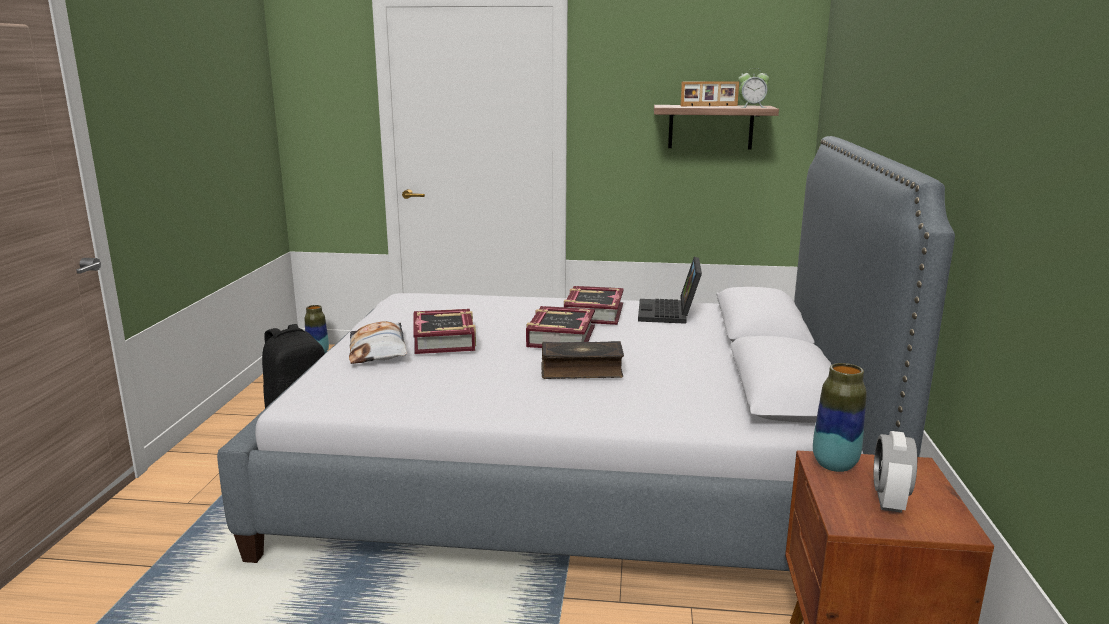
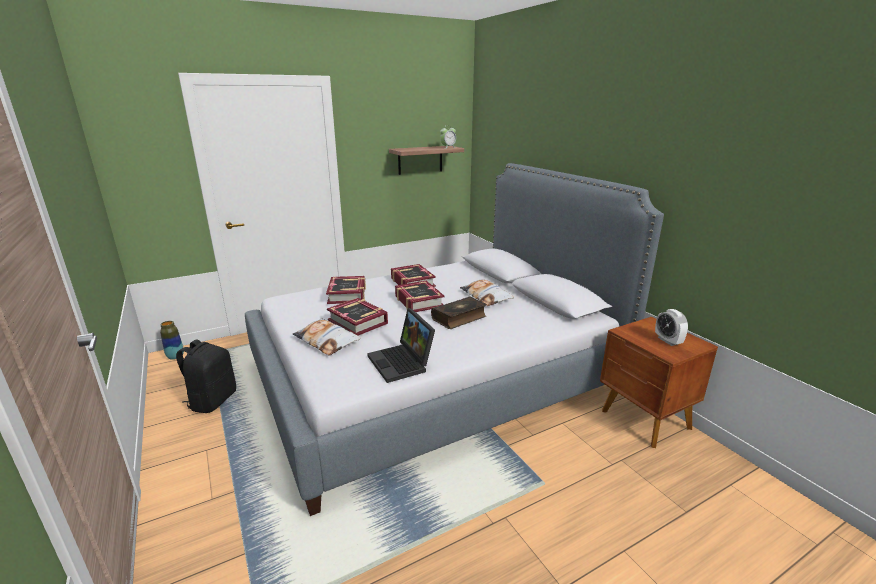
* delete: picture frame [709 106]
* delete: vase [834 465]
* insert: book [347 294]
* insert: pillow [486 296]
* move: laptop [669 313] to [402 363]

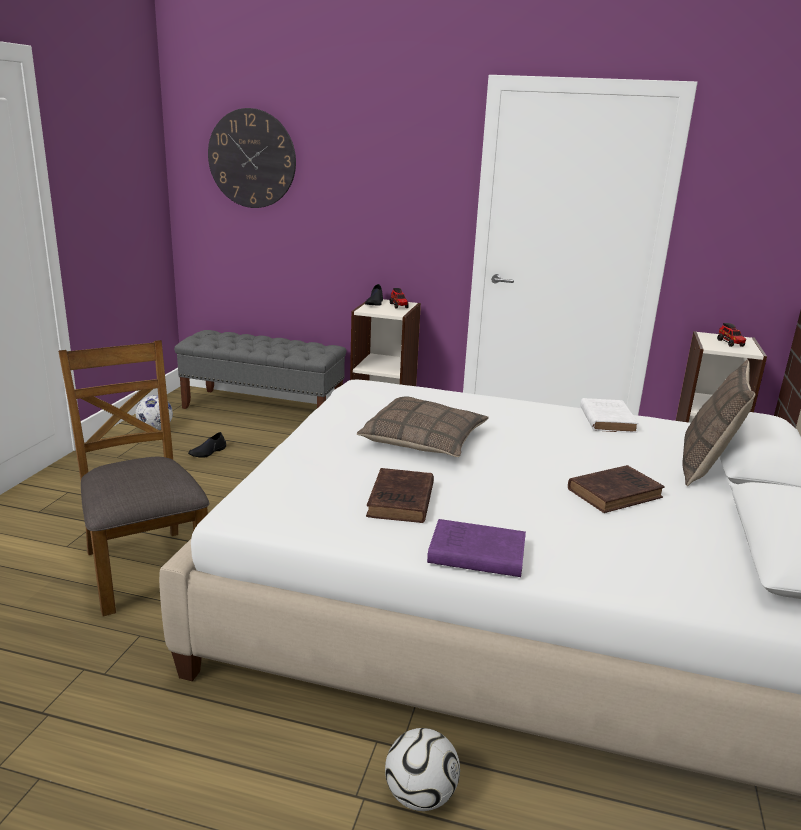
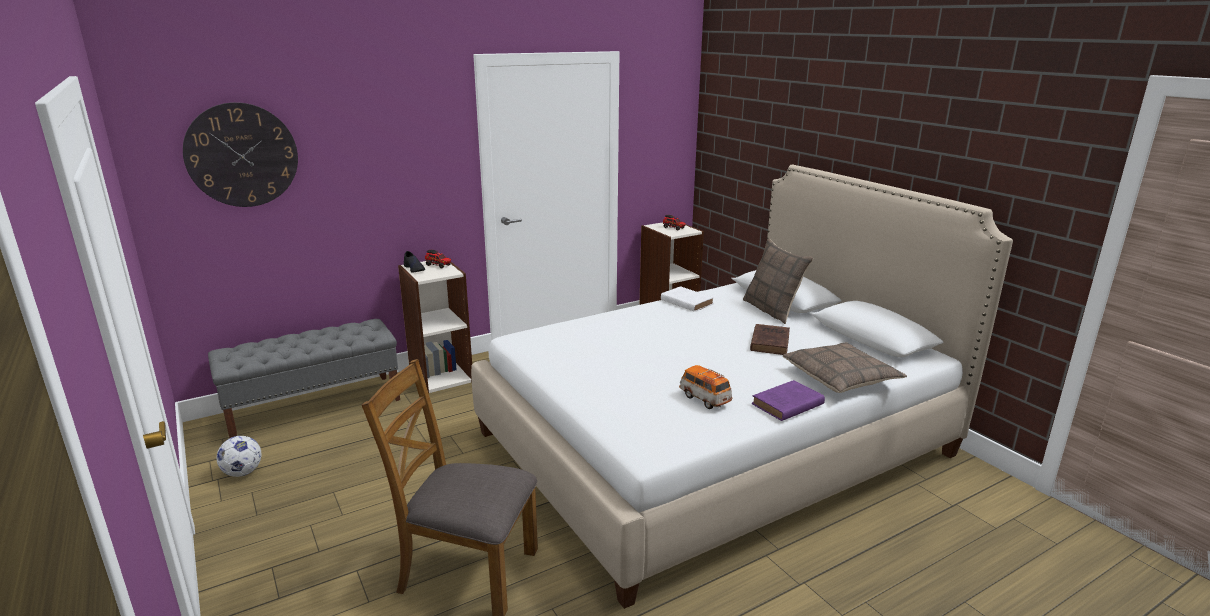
* delete: shoe/black [208 452]
* delete: football [420 796]
* move: pillow [424 440] to [841 377]
* replace: book/brown [400 501] to toy car [704 399]

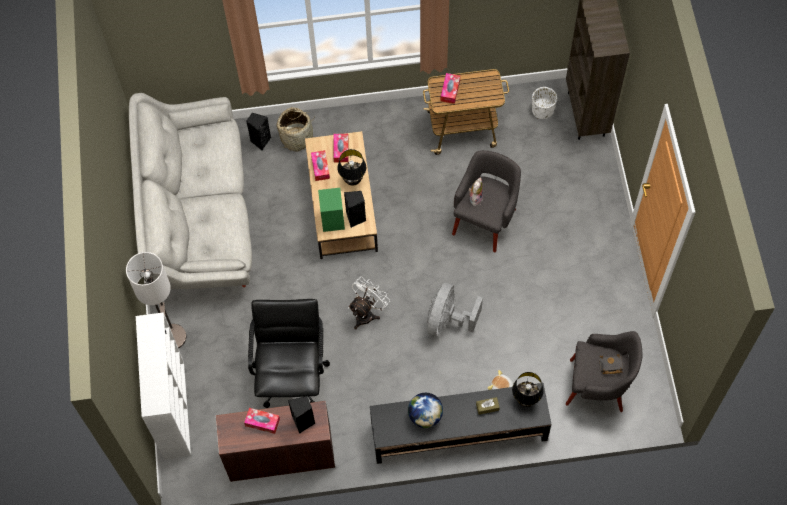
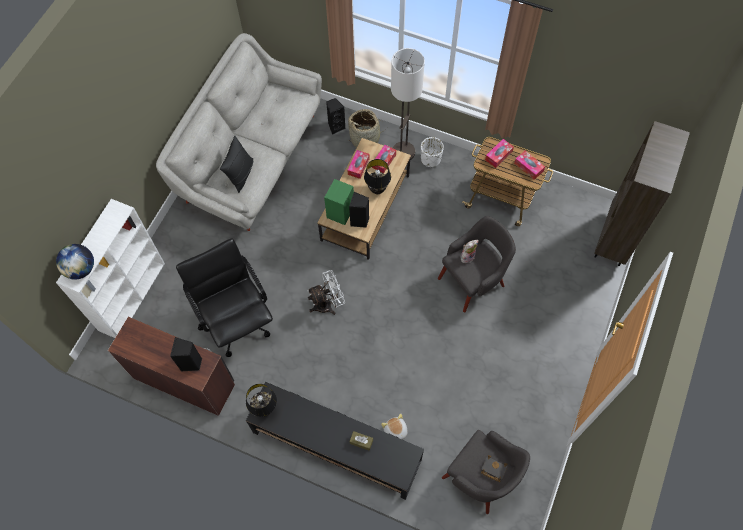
* delete: fan/grey [447 320]
* insert: pillow/black [240 174]
* move: floor lamp [172 337] to [403 152]
* move: tissue box [262 422] to [528 167]
* move: globe [425 416] to [81 269]
* move: table lamp/black [525 399] to [264 408]
* move: planter/white [542 110] to [431 159]
* rotate: office chair/black [291 375] = [236 320] 60 degrees counterclockwise

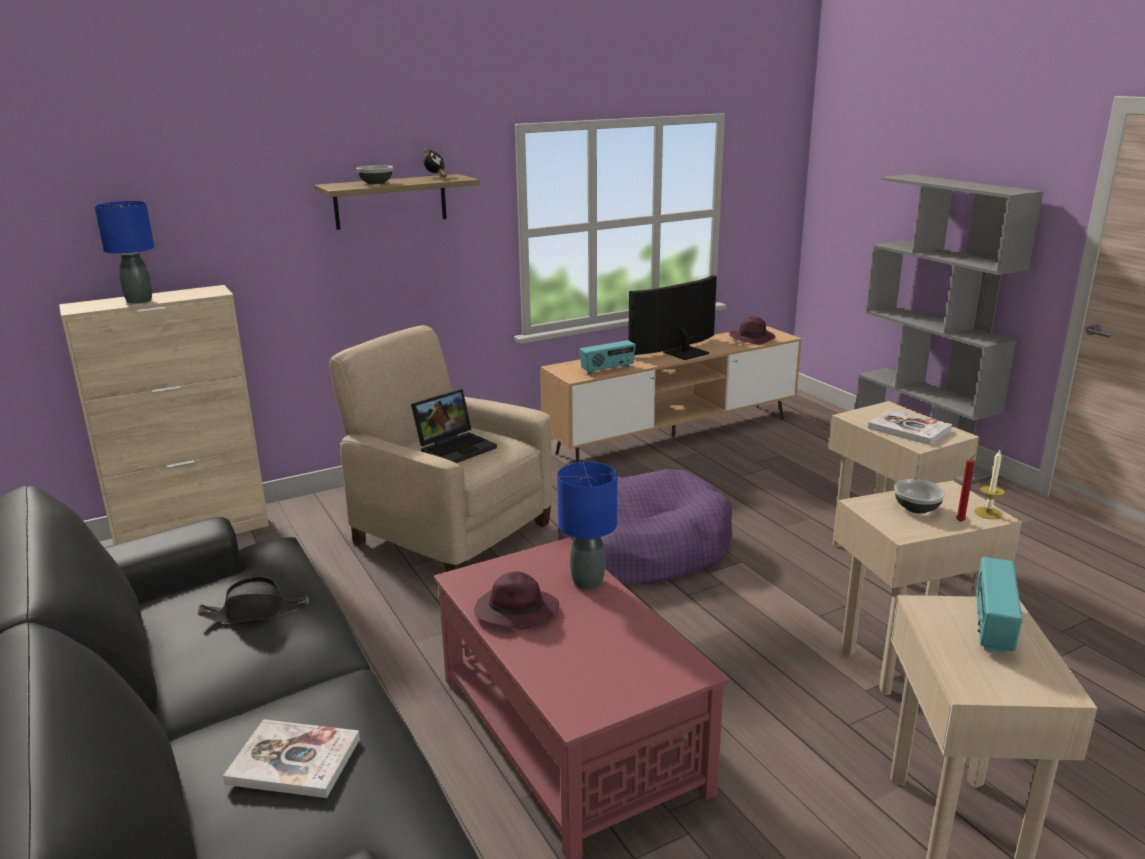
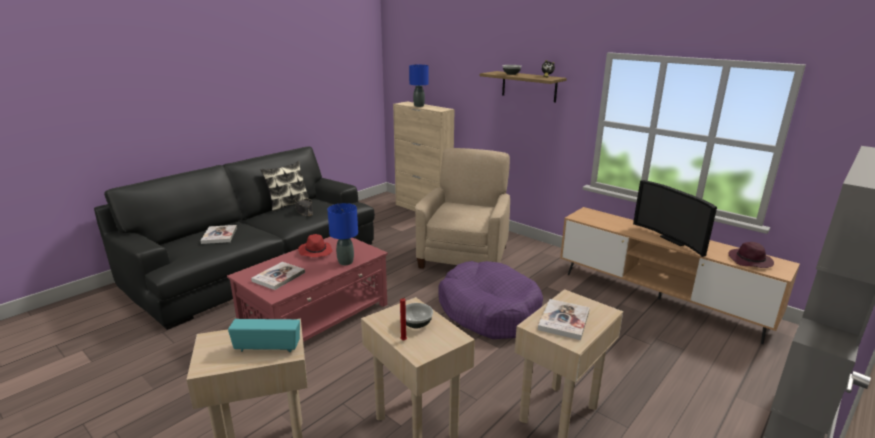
* delete: laptop [456 447]
* delete: radio [607 369]
* delete: candle [988 513]
* insert: book [278 277]
* insert: pillow [288 204]
* recolor: hat/purple [515 612] to hat/red [315 252]
* rotate: television [682 351] = [674 239] 150 degrees counterclockwise

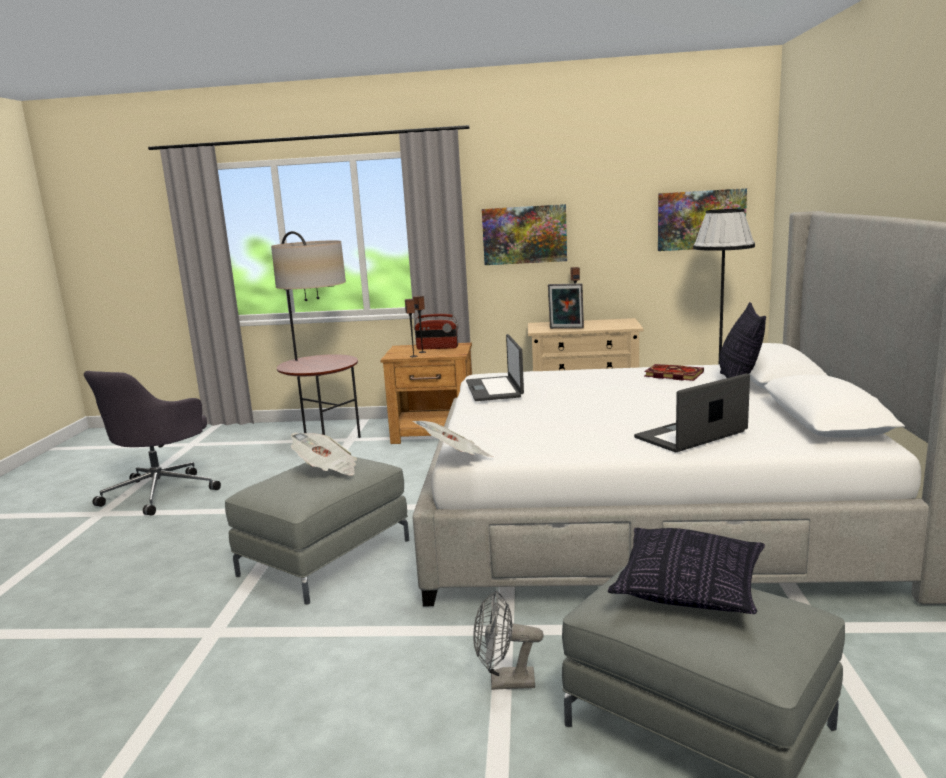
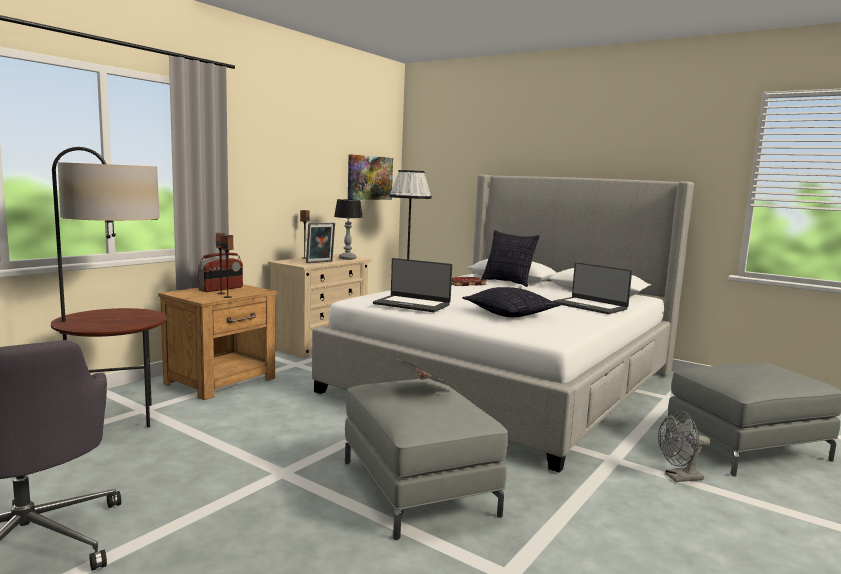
* delete: newspaper [455 458]
* delete: picture [524 234]
* insert: table lamp [347 258]
* move: pillow [688 589] to [510 314]
* rotate: fan/grey [504 682] = [679 478] 45 degrees clockwise
* rotate: laptop [692 435] = [590 306] 45 degrees counterclockwise

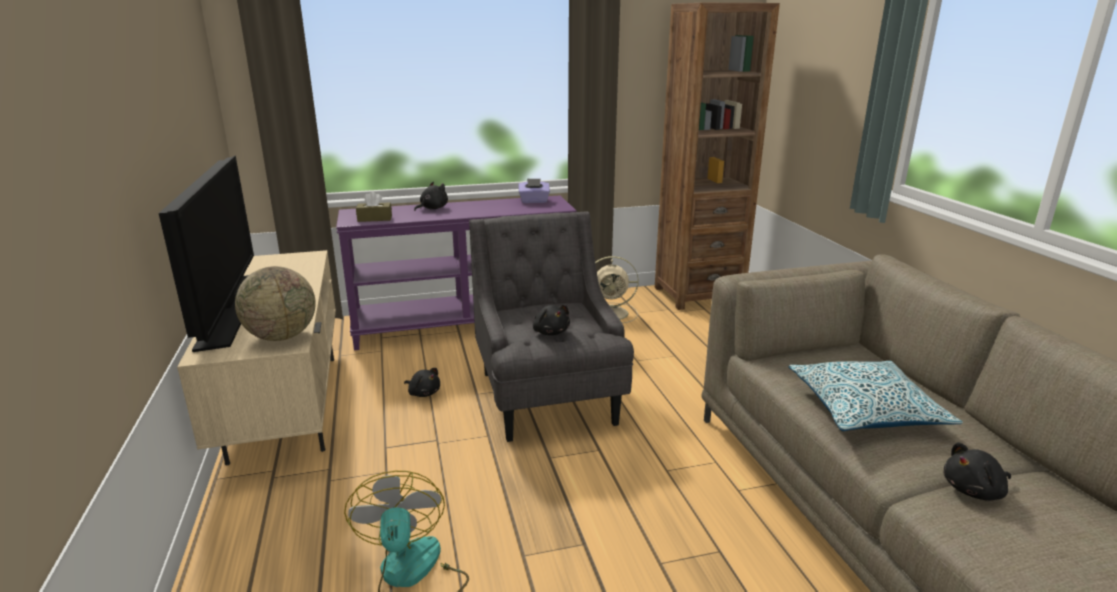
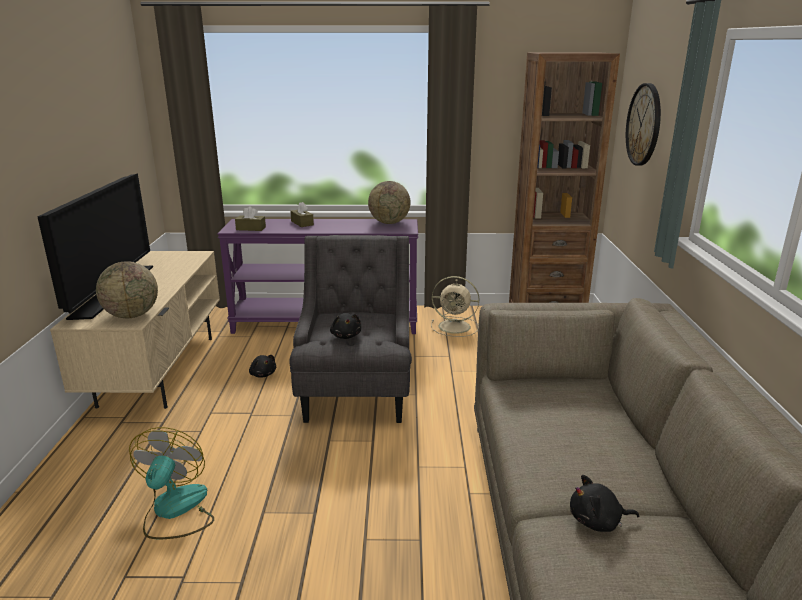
* delete: pillow [865 409]
* insert: wall clock [644 125]
* replace: plush toy/black [432 208] to tissue box/brown [302 223]
* replace: tissue box/purple [534 201] to globe [389 223]

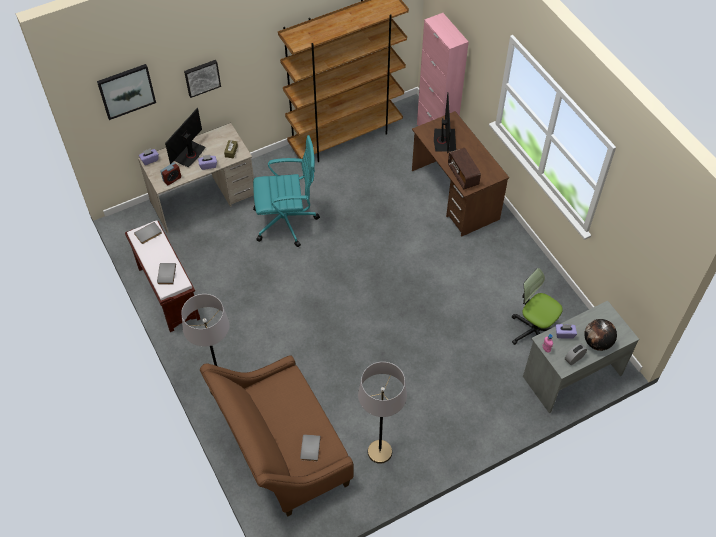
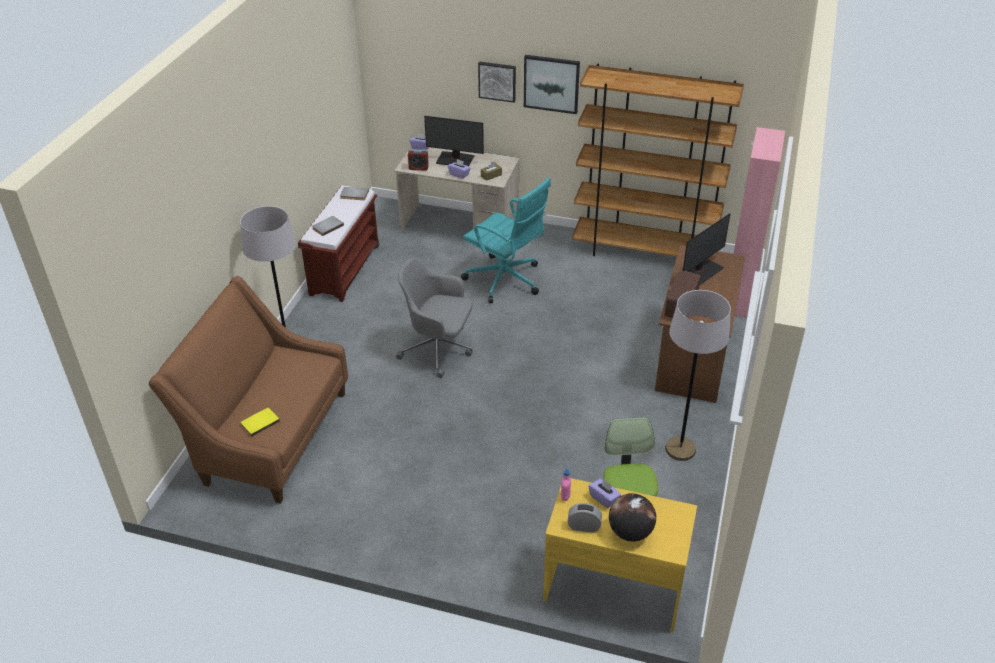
* insert: office chair/grey [438 349]
* move: picture [126 91] to [551 83]
* move: floor lamp/grey [379 452] to [680 449]
* recolor: book/grey [309 448] to book/yellow [259 422]
* recolor: desk/grey [571 375] to desk/yellow [614 586]
* rotate: monitor [189 154] = [455 159] 150 degrees counterclockwise

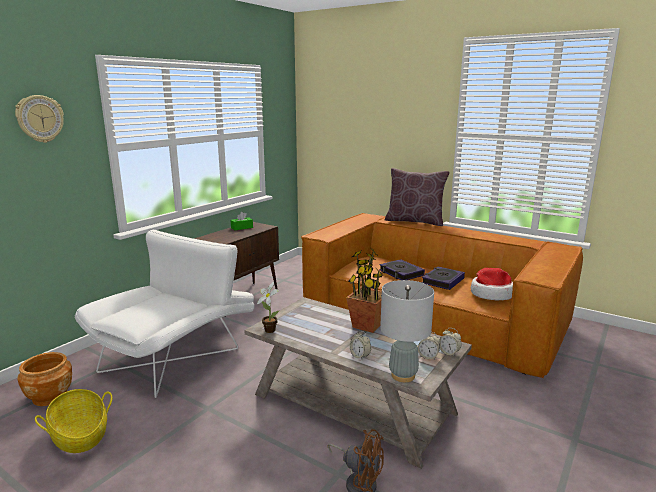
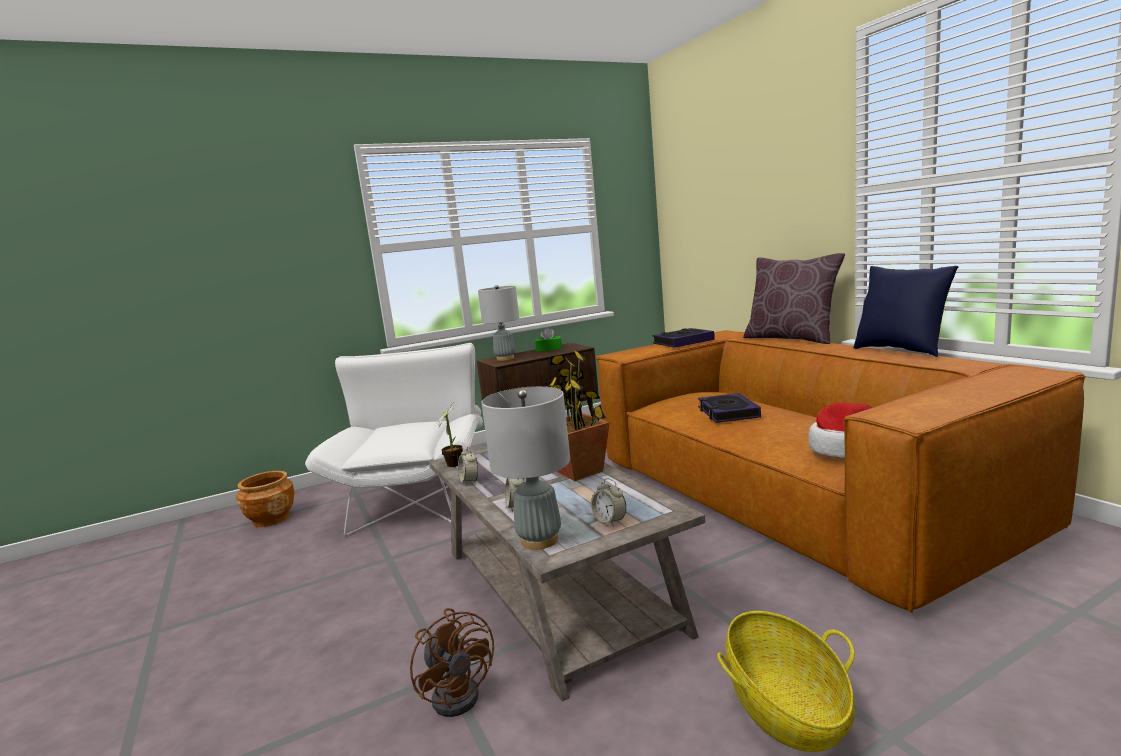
* delete: wall clock [40 119]
* insert: table lamp/grey [505 358]
* insert: pillow/blue [900 350]
* move: basket [80 435] to [785 707]
* move: book [442 281] to [683 342]
* move: alarm clock [449 353] to [469 481]
* rotate: armchair/white [177 354] = [418 495] 60 degrees counterclockwise

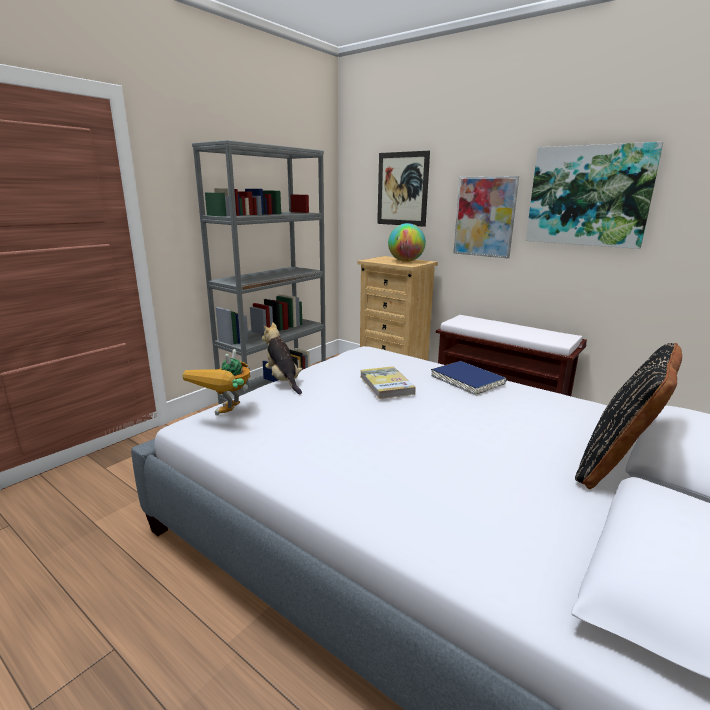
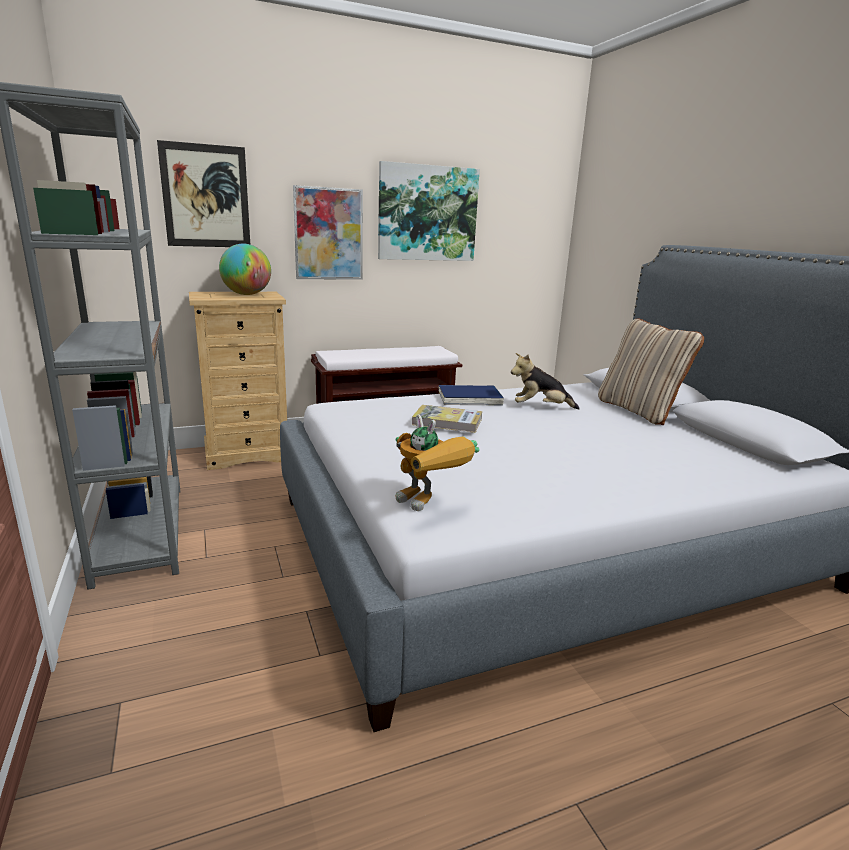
* move: plush toy [283 381] to [540 408]
* recolor: pillow/black [617 466] to pillow/beige [639 411]

